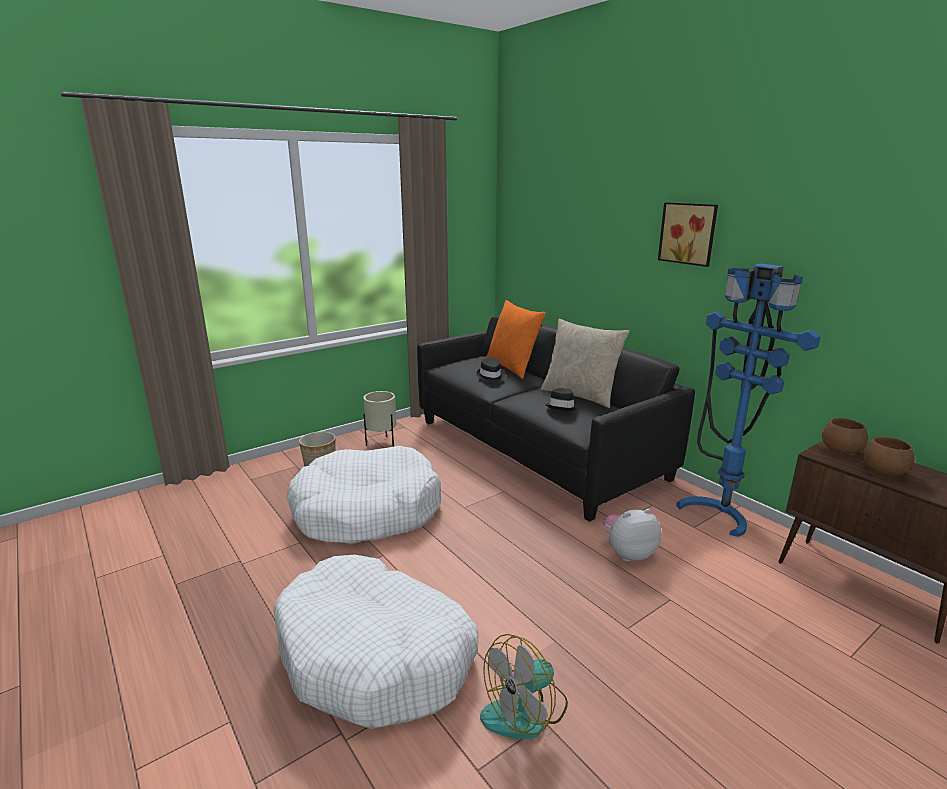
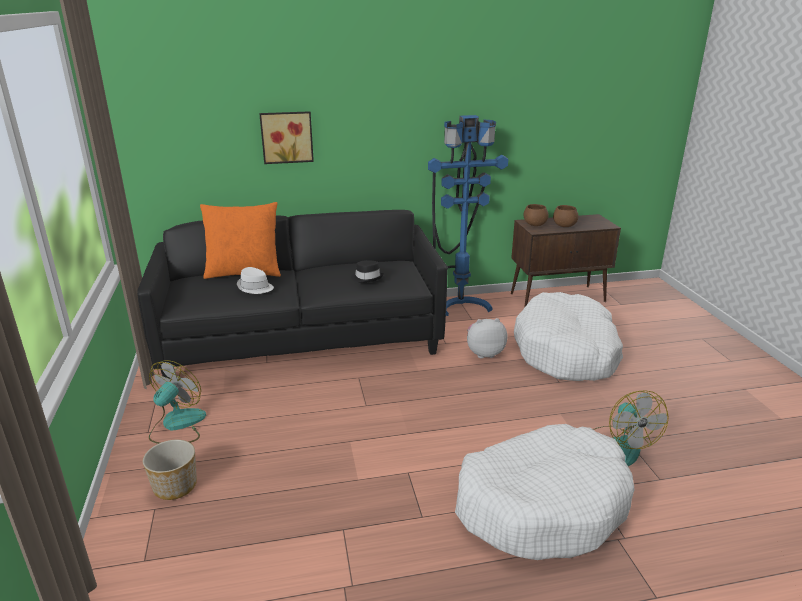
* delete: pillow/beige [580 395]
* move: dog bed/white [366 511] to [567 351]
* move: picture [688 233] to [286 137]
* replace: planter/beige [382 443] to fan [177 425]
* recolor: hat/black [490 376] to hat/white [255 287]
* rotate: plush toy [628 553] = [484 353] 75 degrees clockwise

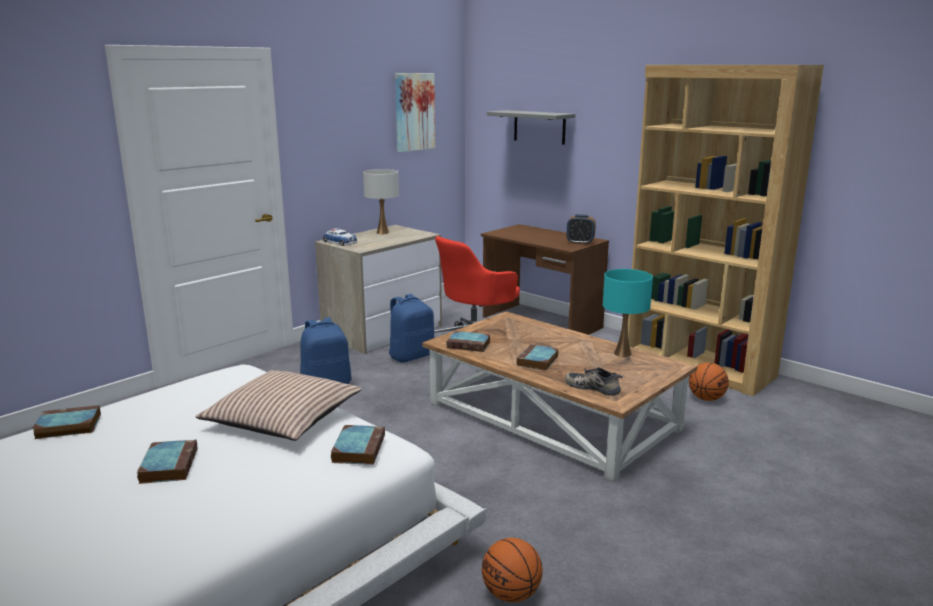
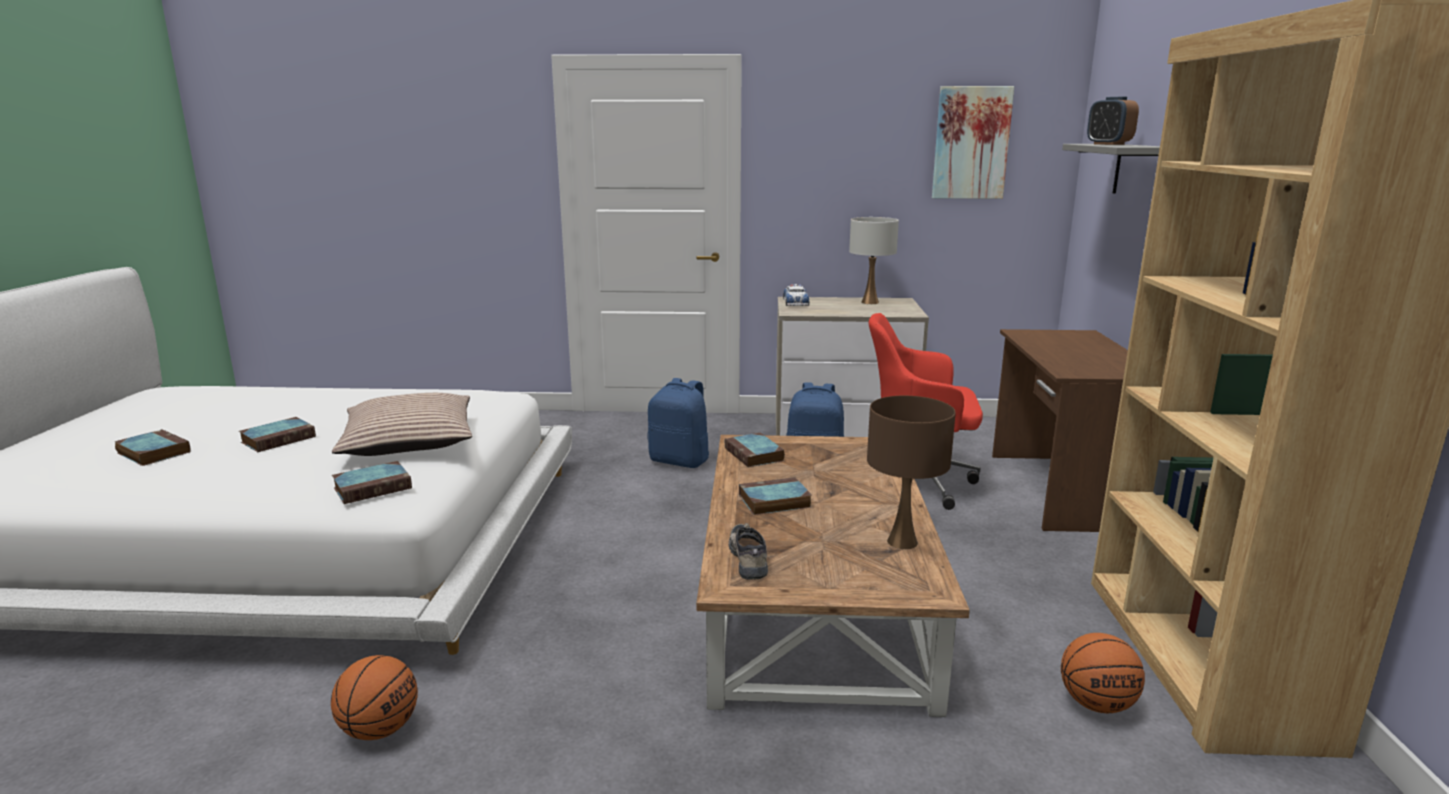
* move: book [67 427] to [152 452]
* move: alarm clock [580 243] to [1108 144]
* recolor: table lamp/turquoise [622 353] to table lamp/brown [901 542]

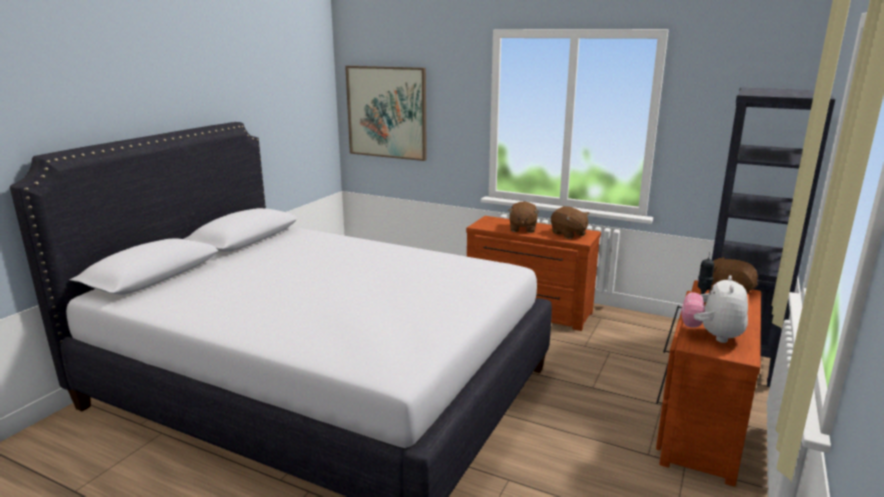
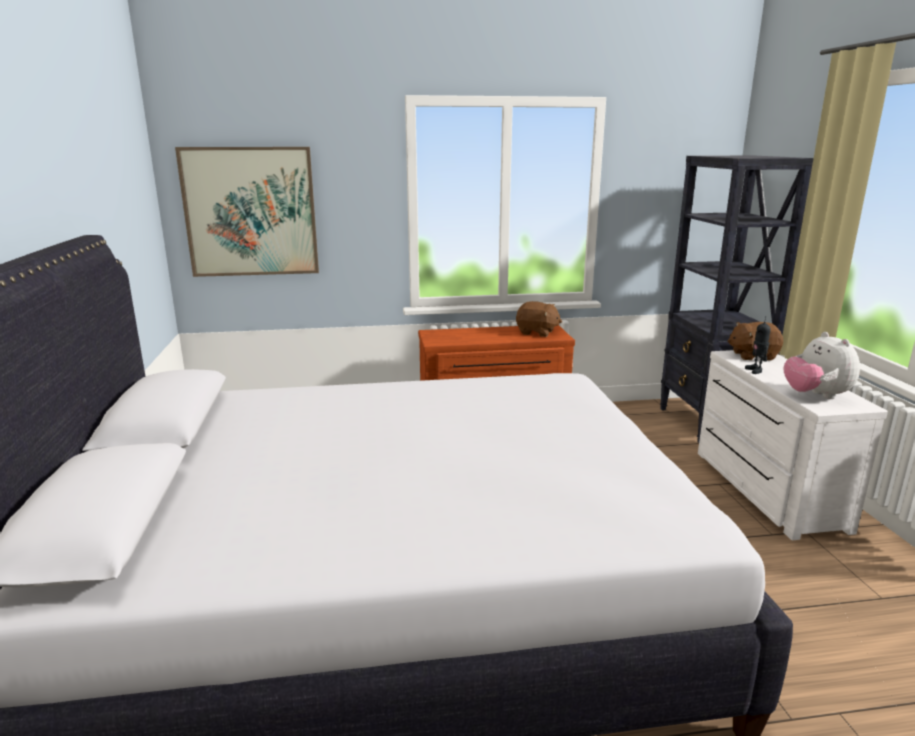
* delete: plush toy/brown [522 228]
* recolor: dresser/brown [699 423] to dresser/white [763 489]

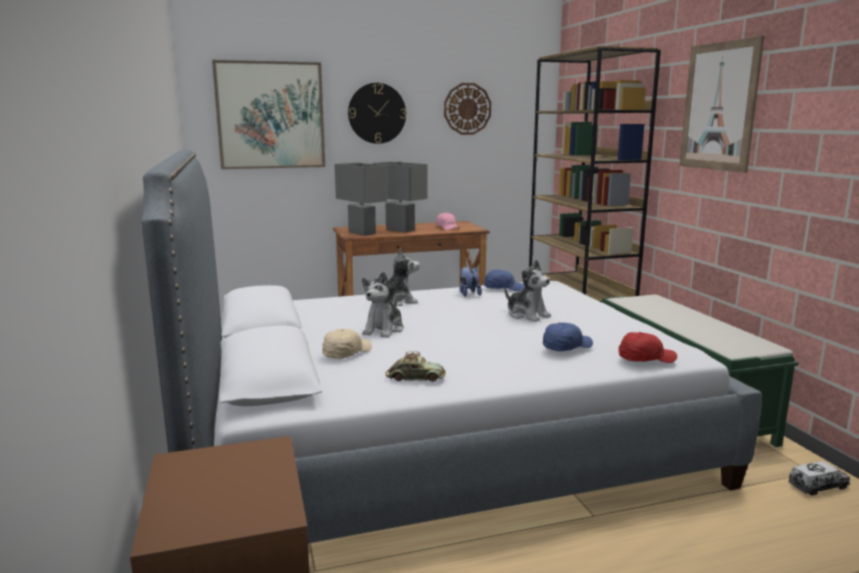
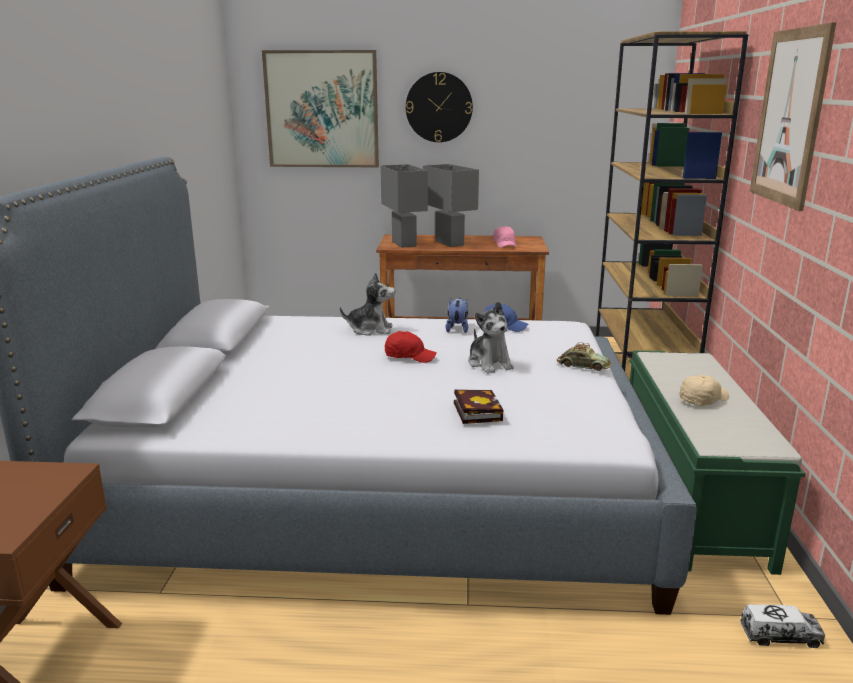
* delete: plush toy [384 330]
* delete: wall clock [467 109]
* move: cap/beige [346 353] to [702 400]
* move: toy car [415 378] to [583 366]
* move: cap/red [645 358] to [409 356]
* replace: cap/blue [566 347] to book [476 411]

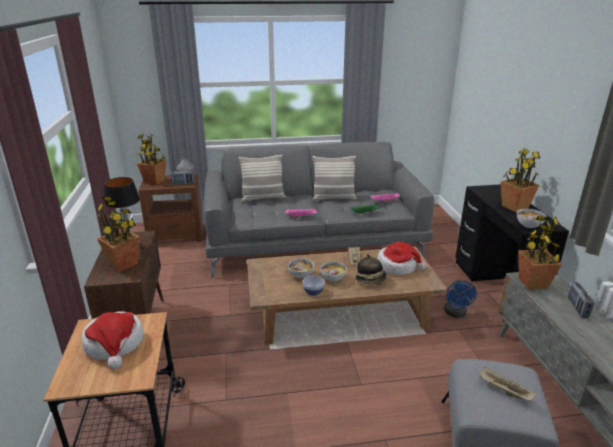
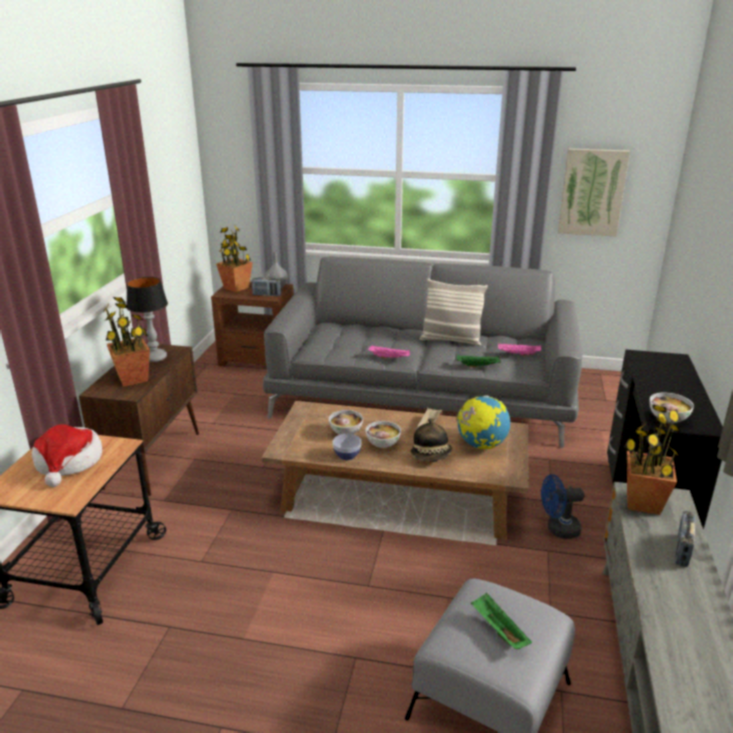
* delete: pillow [263 198]
* delete: potted plant [514 207]
* insert: picture [592 192]
* replace: hat [397 266] to globe [481 445]
* recolor: tray/beige [503 390] to tray/green [498 630]
* rotate: fan/blue [456 313] = [558 529] 60 degrees clockwise

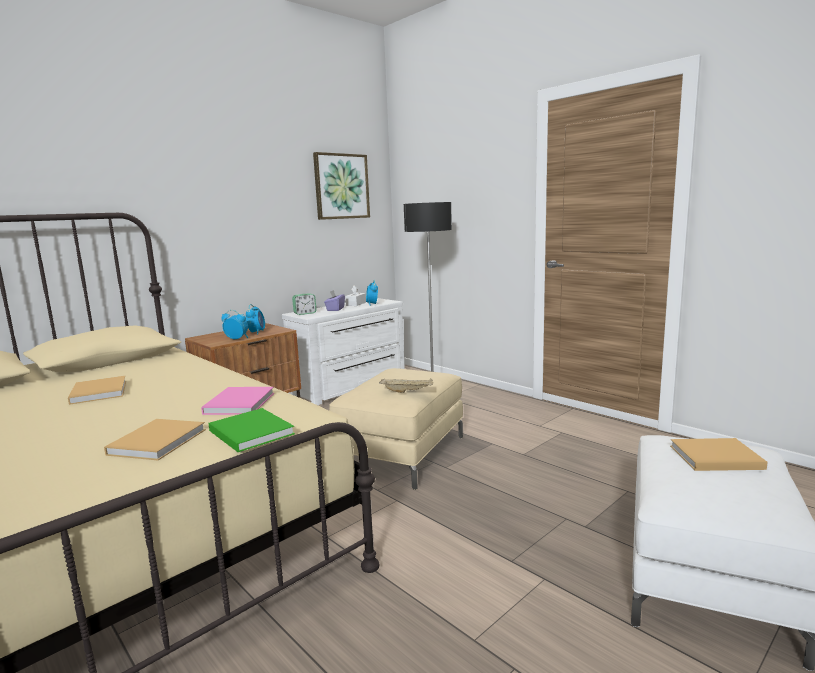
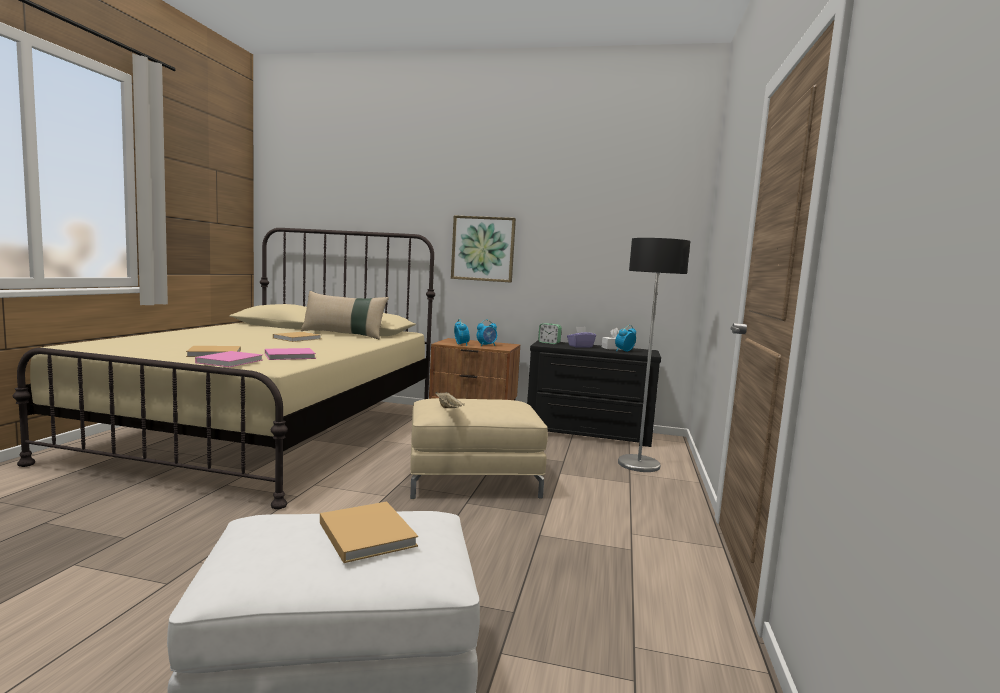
* insert: pillow/beige [343 335]
* move: picture [341 186] to [483 249]
* recolor: book/green [250 431] to book/pink [231 361]
* recolor: dresser/white [351 387] to dresser/black [588 433]

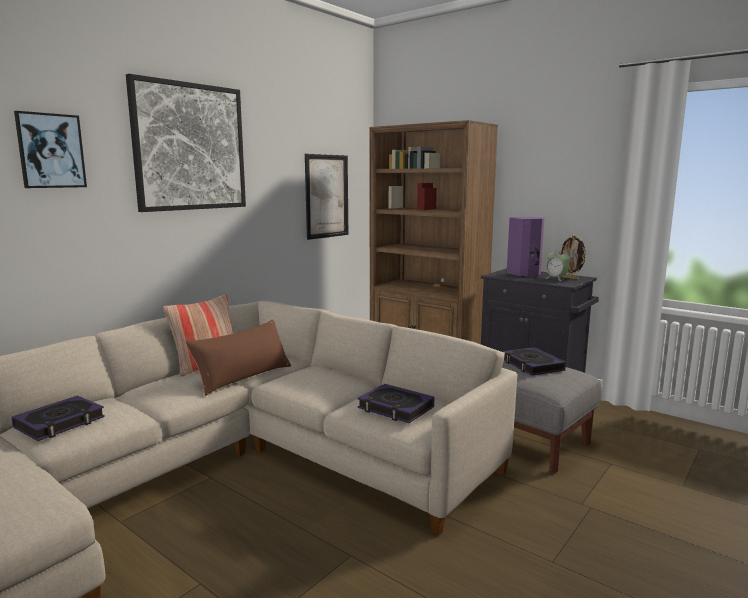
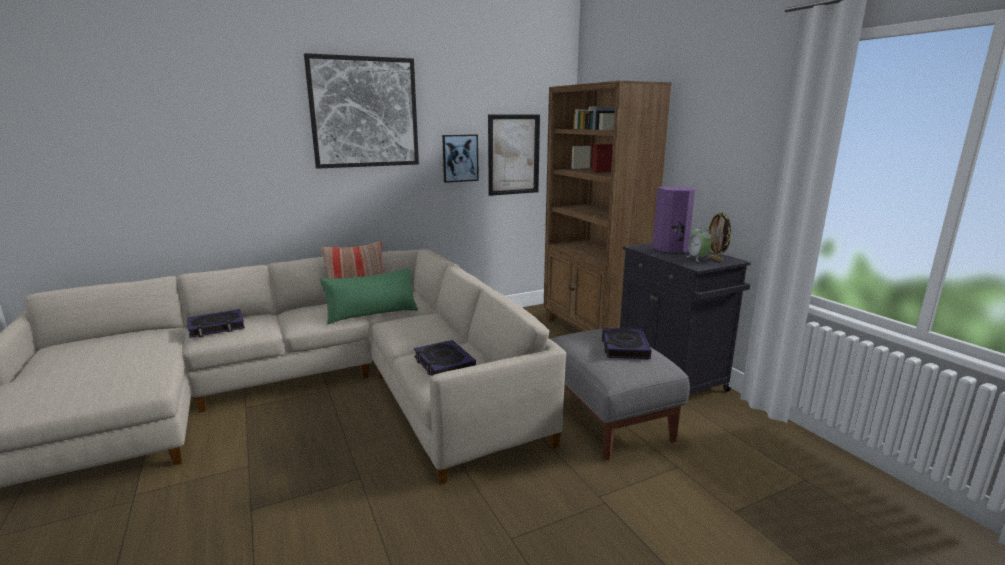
* move: picture [51 151] to [460 158]
* recolor: pillow/brown [243 377] to pillow/green [371 313]

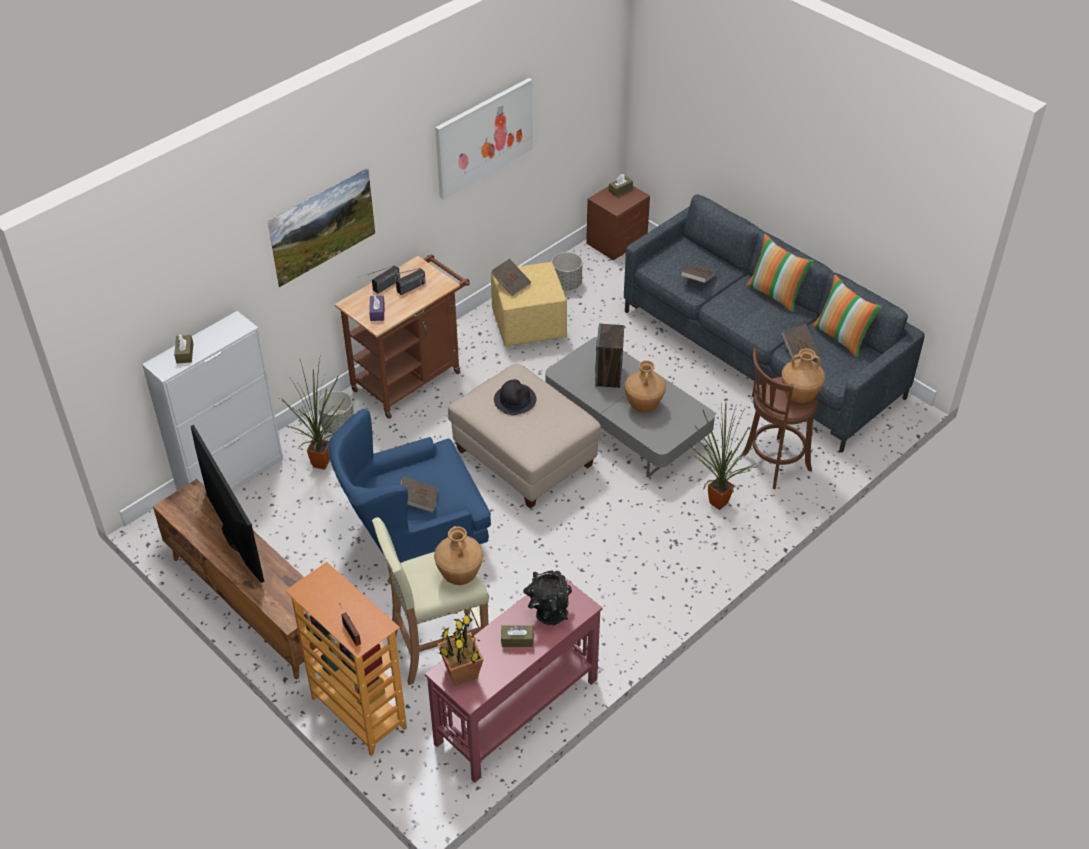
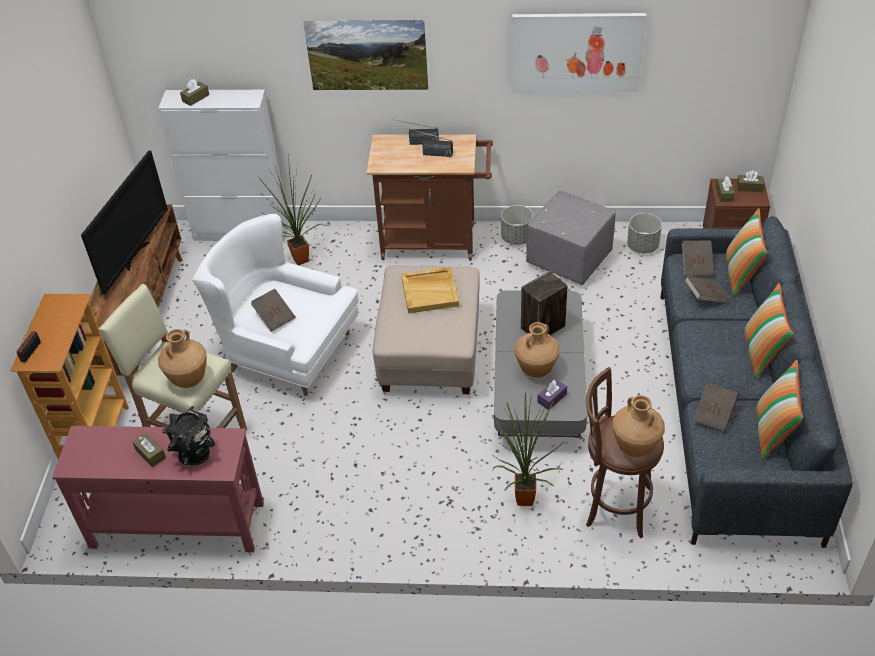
* delete: potted plant [462 673]
* insert: tissue box/brown [724 194]
* insert: pillow [740 275]
* move: planter/grey [338 425] to [516 237]
* move: tissue box/purple [377 312] to [552 398]
* move: book/brown [511 284] to [697 265]
* replace: hat/black [515 399] to tray/beige [430 291]
* recolor: armchair/blue [413 535] to armchair/white [286 350]
* recolor: ottoman/yellow [529 325] to ottoman/grey [570 258]

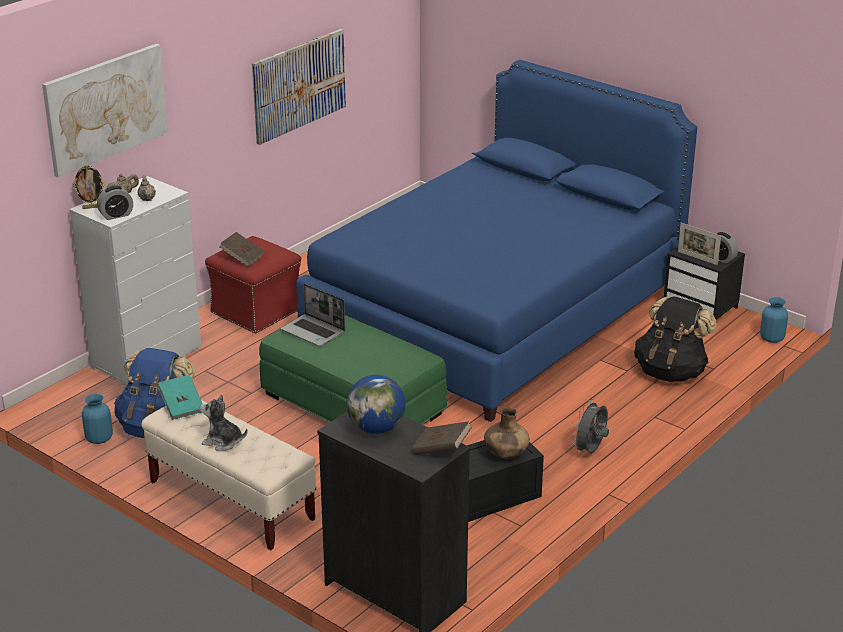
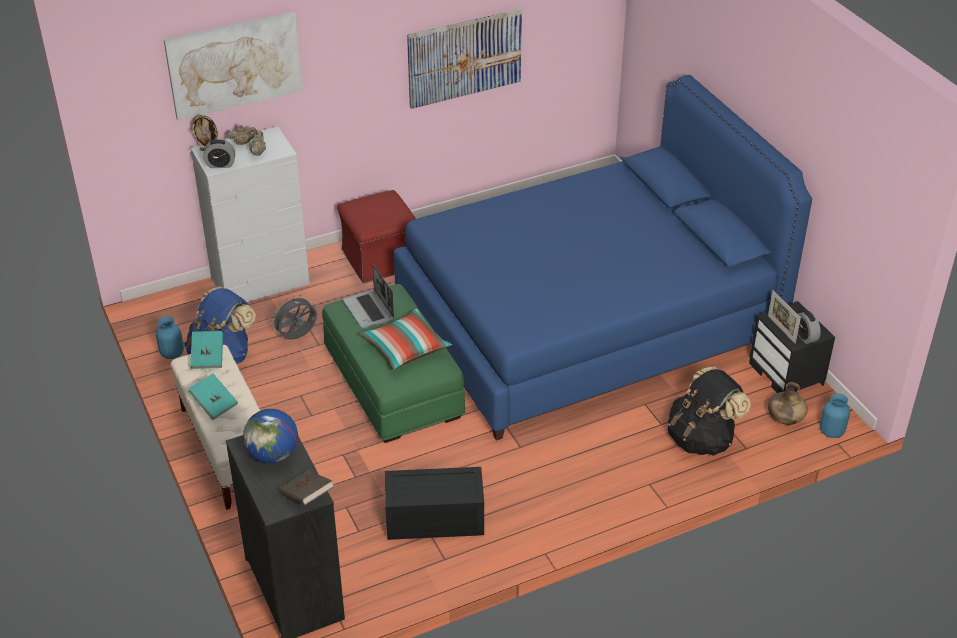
* delete: book/brown [242 257]
* insert: pillow [406 348]
* move: vase/brown [505 454] to [785 419]
* move: fan/grey [590 451] to [297 337]
* replace: plush toy [223 441] to book/turquoise [214 404]

